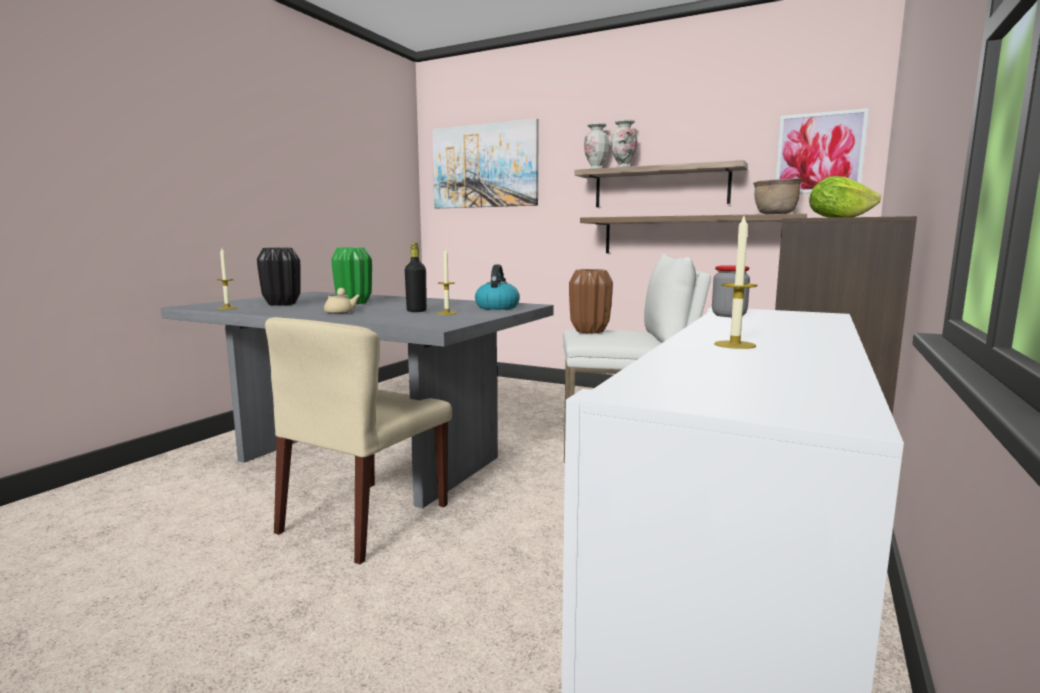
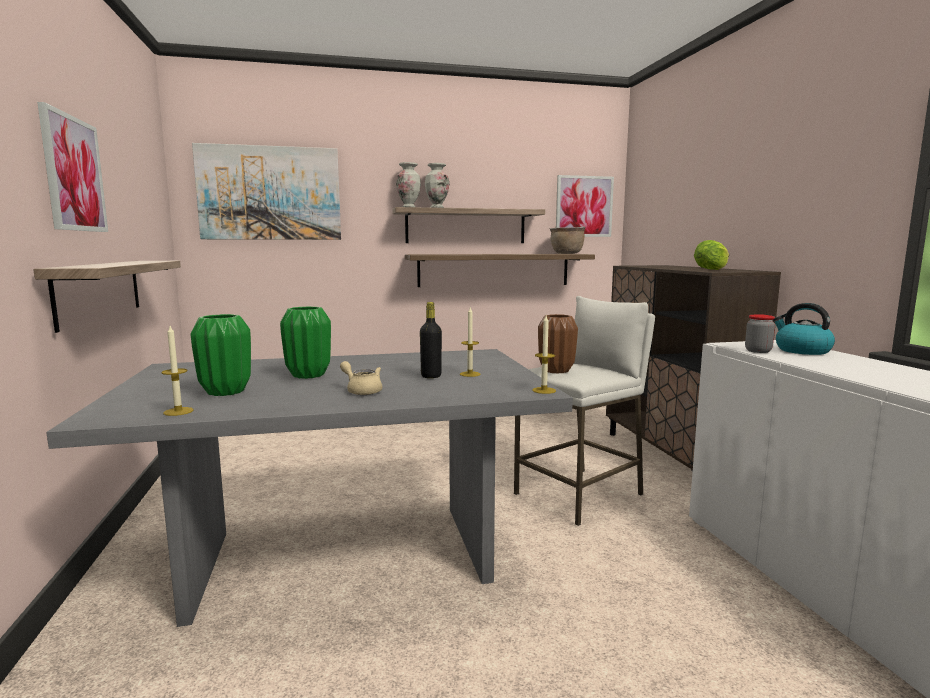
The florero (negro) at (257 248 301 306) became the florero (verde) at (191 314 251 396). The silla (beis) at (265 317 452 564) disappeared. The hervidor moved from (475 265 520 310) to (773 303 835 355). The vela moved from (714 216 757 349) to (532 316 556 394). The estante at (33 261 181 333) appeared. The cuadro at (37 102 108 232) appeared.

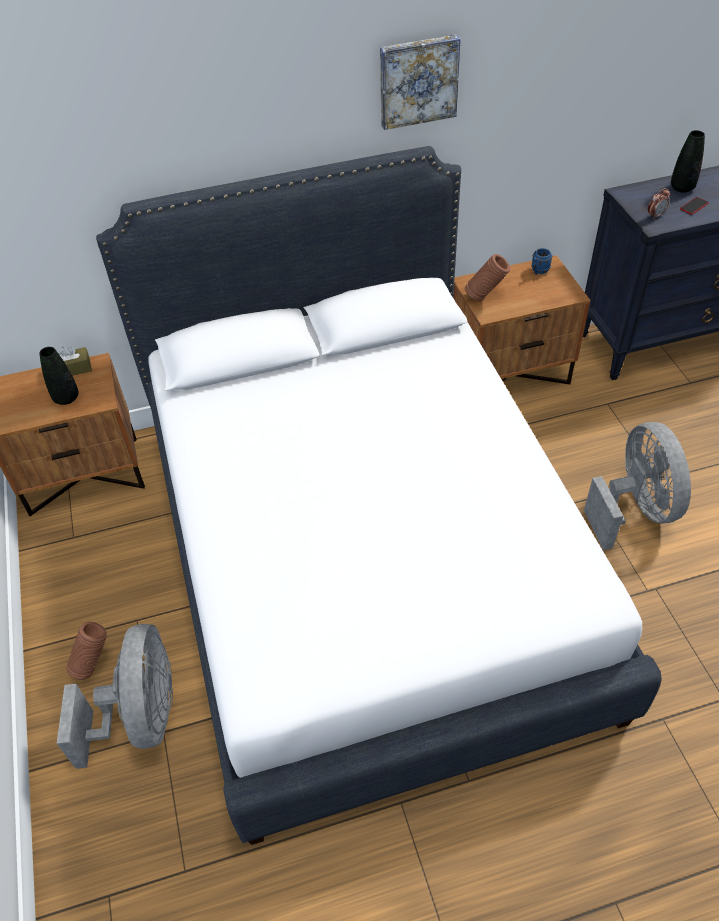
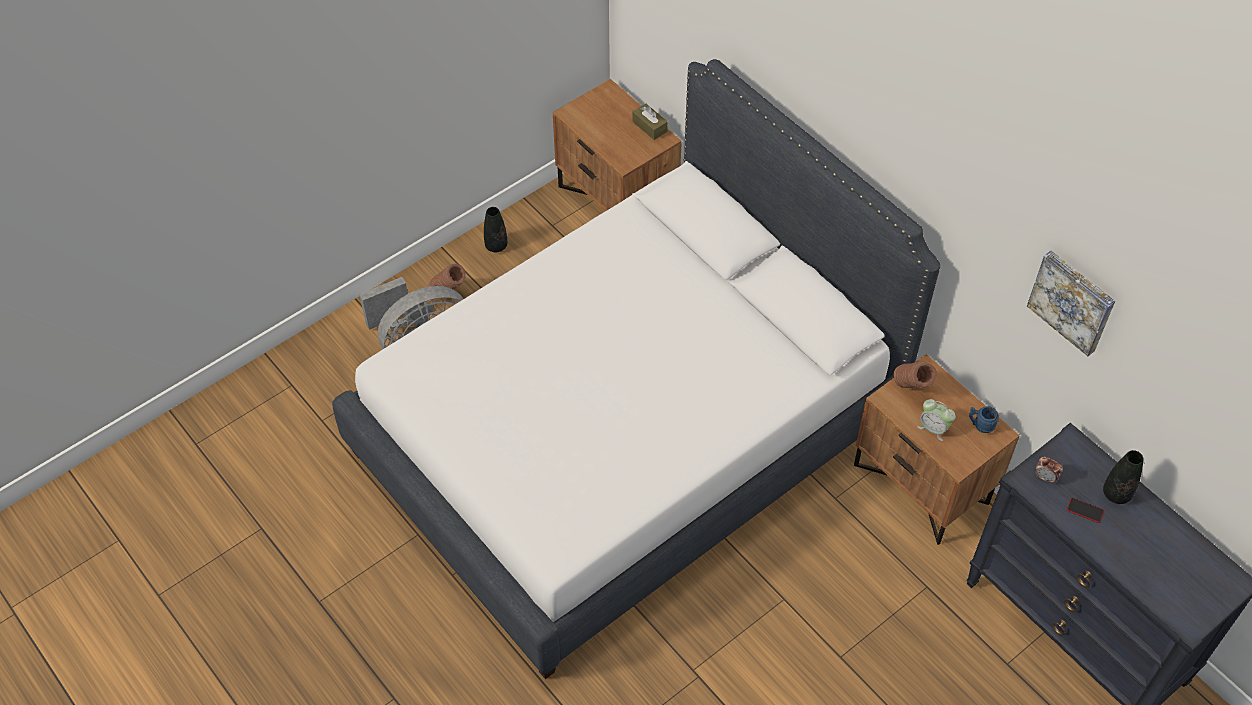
The florero (negro) moved from (39 347 79 405) to (484 207 507 252). The cuadro moved from (380 34 460 130) to (1027 251 1115 356). The ventilador (gris) at (584 422 691 550) disappeared. The despertador at (917 399 956 441) appeared.

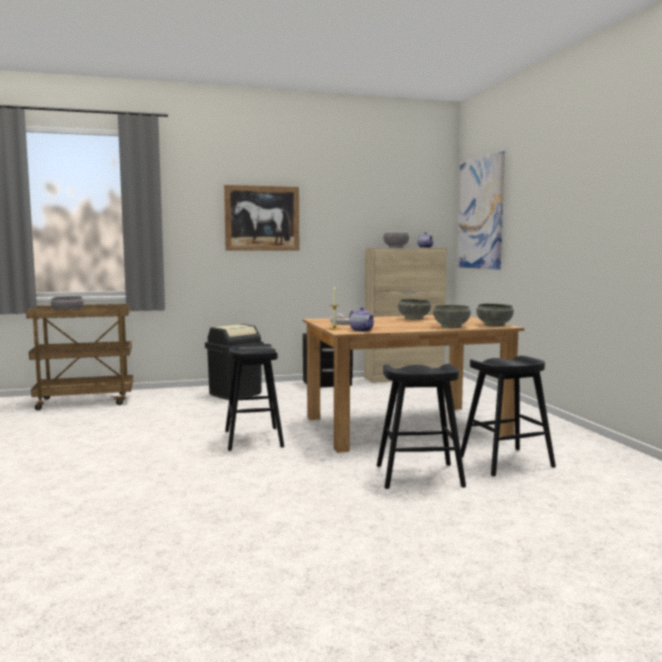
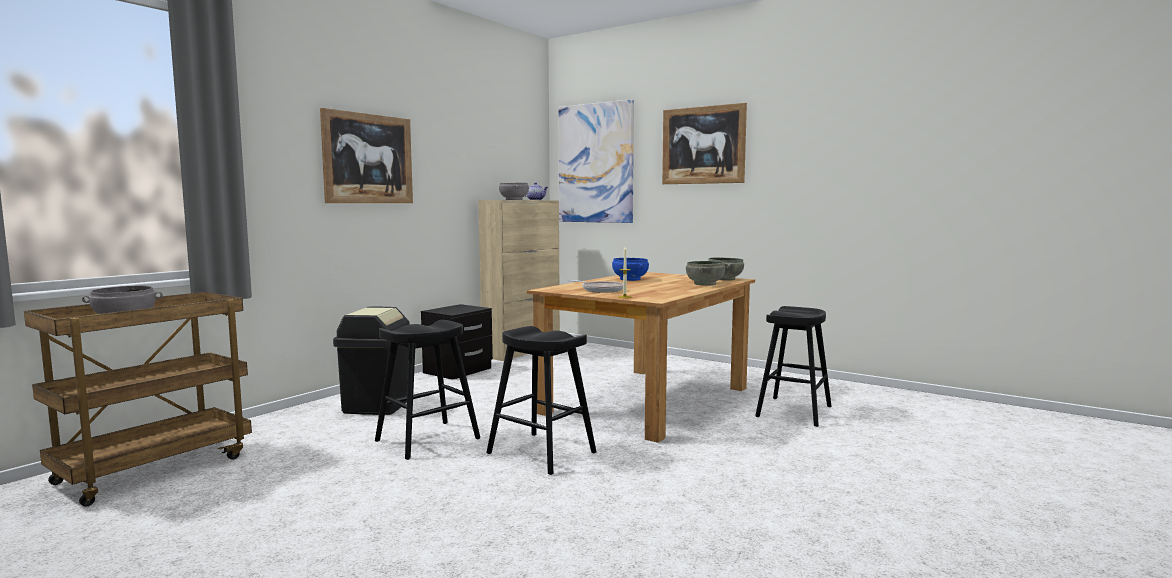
The tetera at (349 307 374 332) disappeared. The taburete (negro) moved from (377 364 466 489) to (375 320 480 460). The cuenco (gris) at (398 299 431 320) became the cuenco (azul) at (612 258 649 281). The cuadro at (662 103 747 184) appeared.

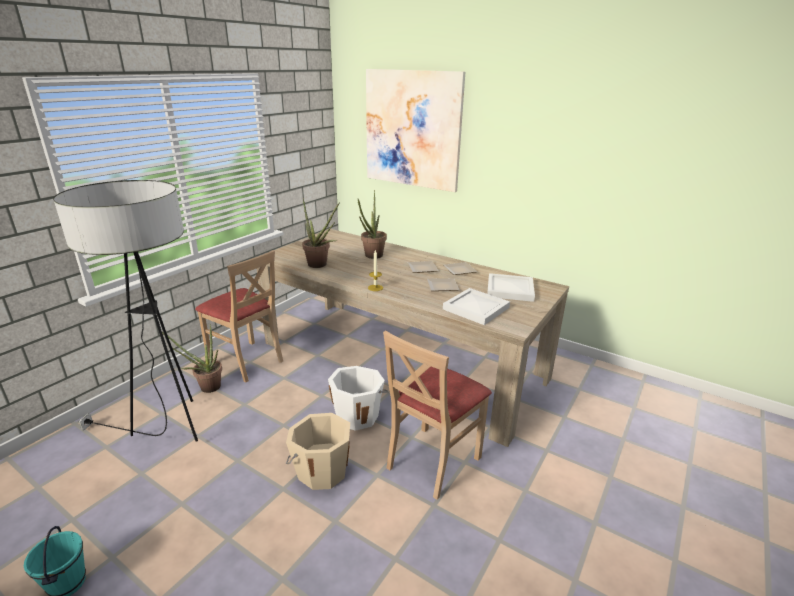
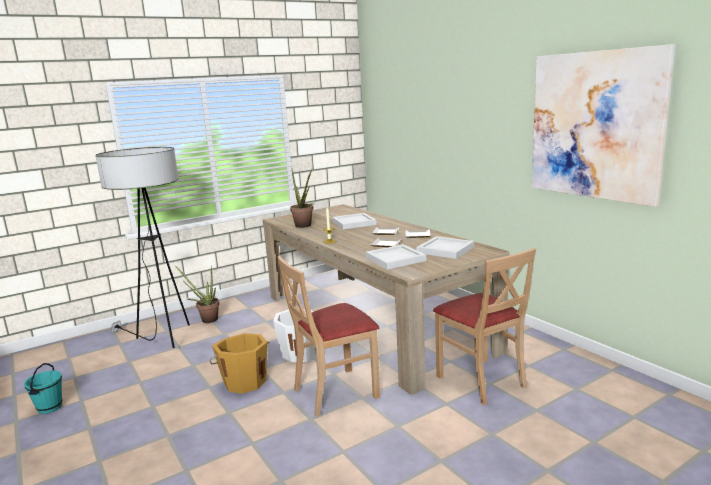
The silla (beis) moved from (195 250 283 383) to (433 248 536 405). The cubo (beis) at (286 413 350 490) became the cubo (naranja) at (209 333 269 394). The planta en maceta at (358 190 387 259) was replaced by the bandeja (blanco) at (332 213 377 229). The cuadro moved from (366 69 465 192) to (532 44 675 207).

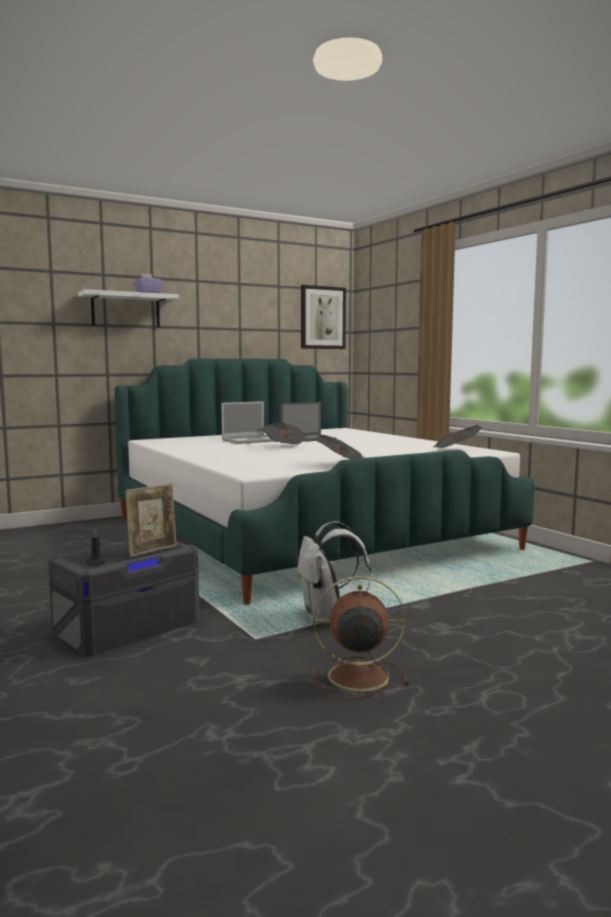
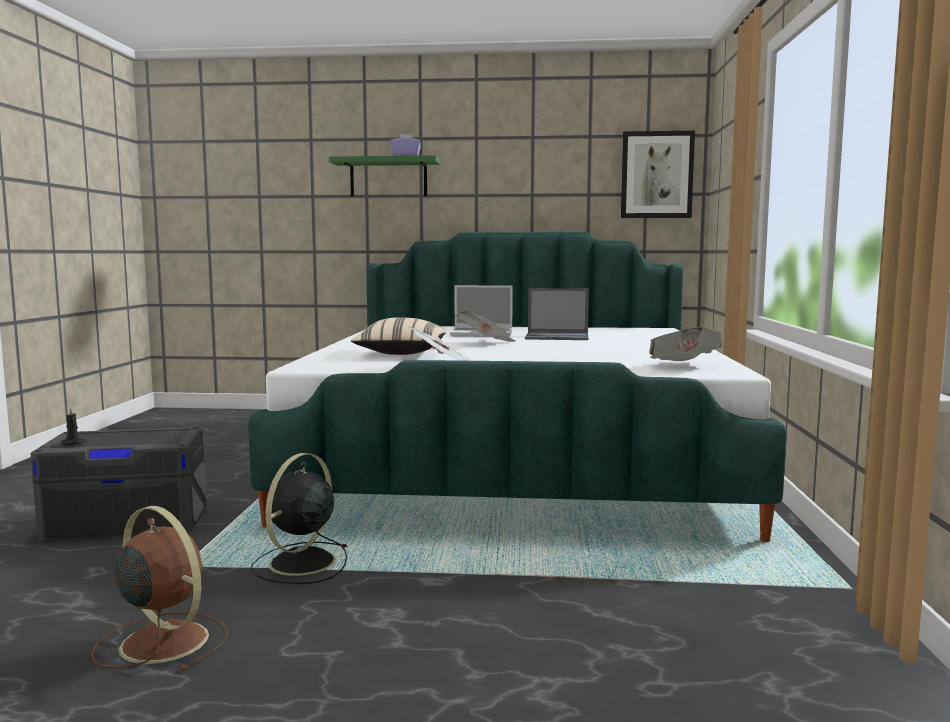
The estante (blanco) at (78 289 179 327) became the estante (verde) at (329 155 440 196). The portarretratos at (125 484 177 557) disappeared. The mochila (blanco) at (298 521 371 623) was replaced by the ventilador (negro) at (251 453 347 584). The cojín (beis) at (351 317 446 355) appeared.

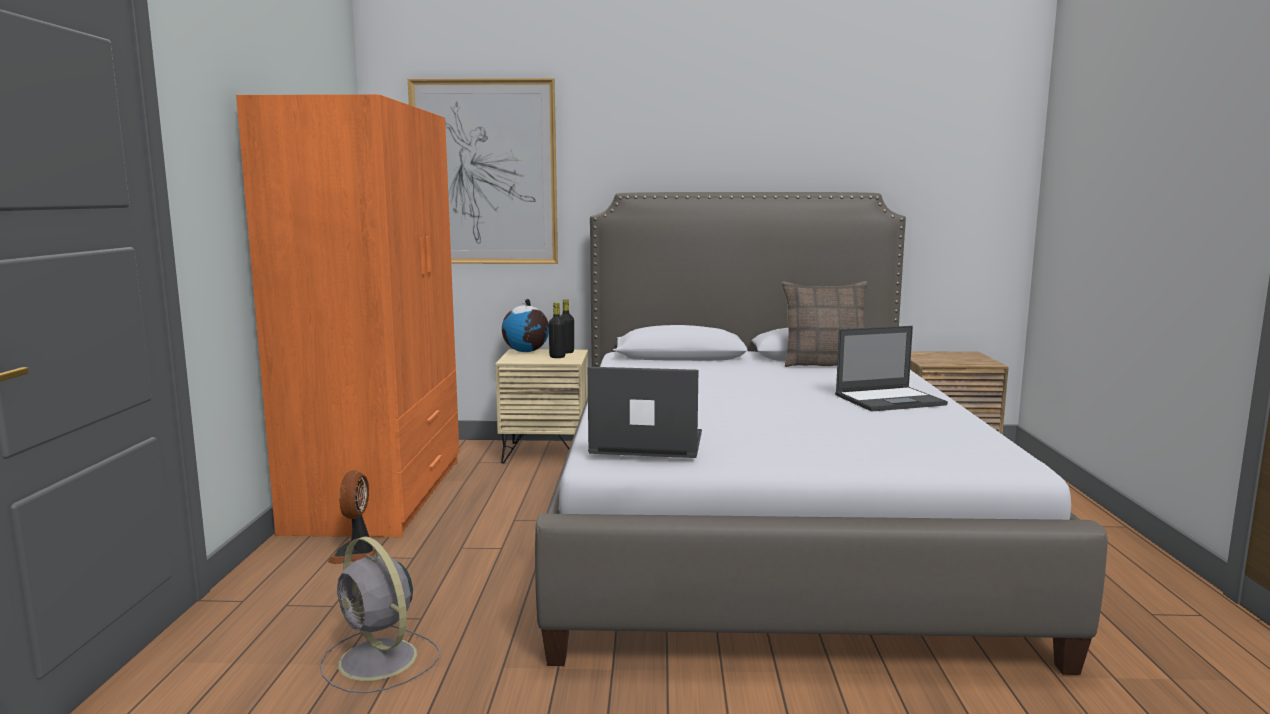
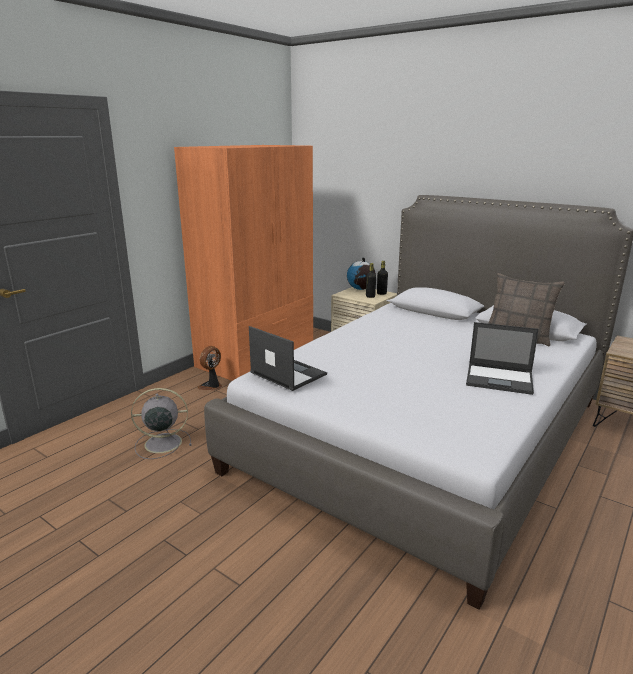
The ventilador (gris) at (320 536 440 693) turned 90 degrees clockwise. The cuadro at (408 78 558 264) disappeared.

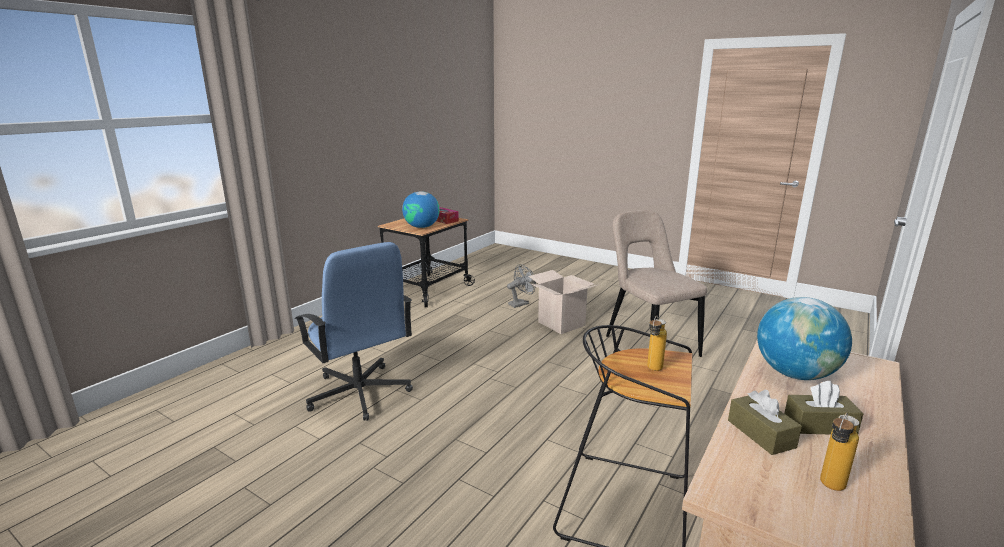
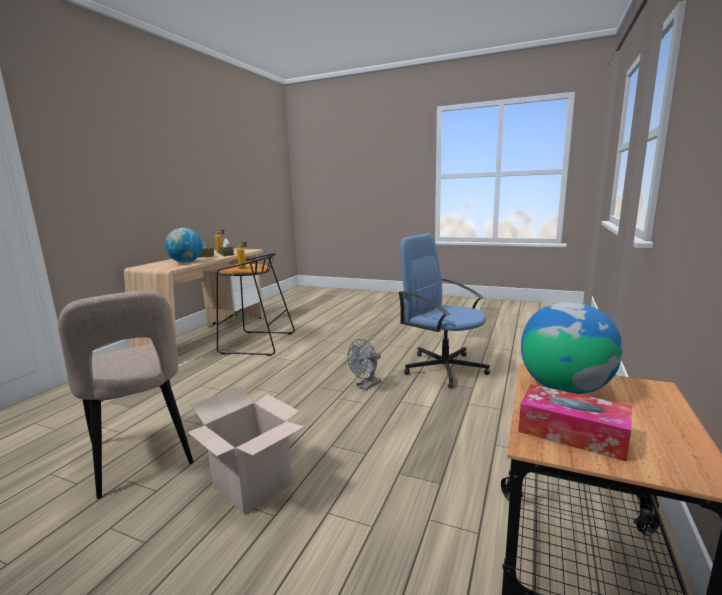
The ventilador (gris) moved from (507 264 536 308) to (347 339 381 390).

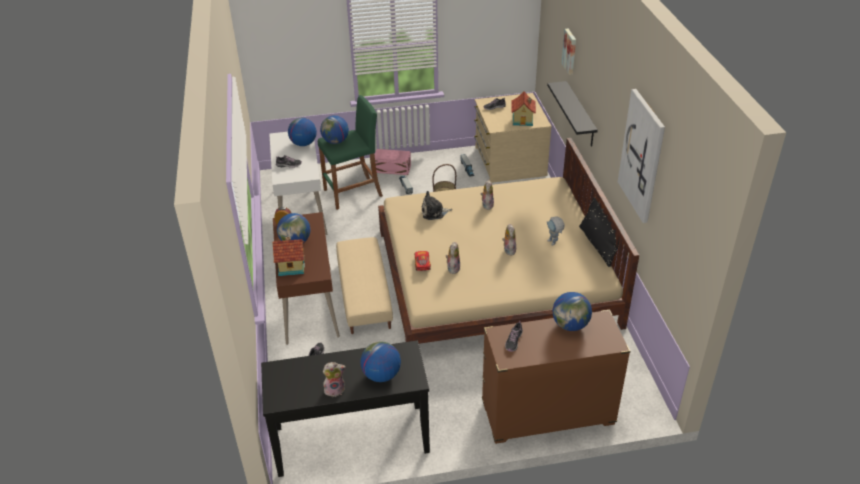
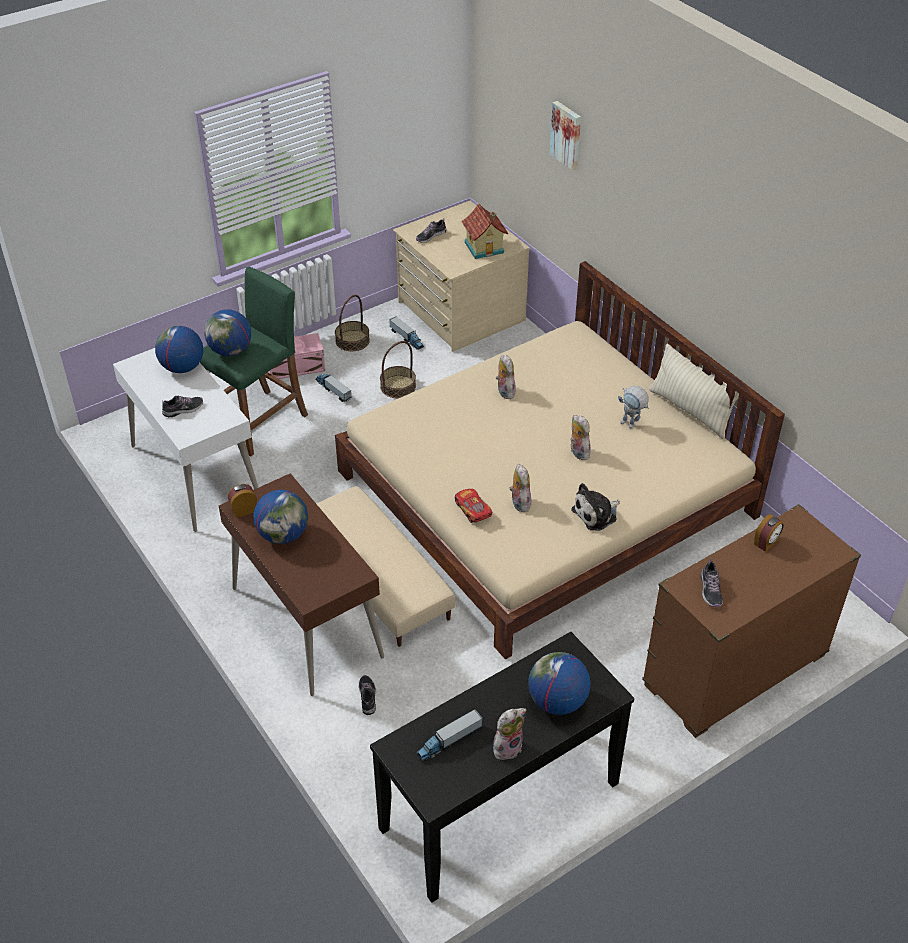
The casita at (272 236 305 276) disappeared. The peluche moved from (422 191 452 220) to (571 483 620 531). The estante (negro) at (547 81 598 147) disappeared. The globo terráqueo at (552 292 592 331) was replaced by the despertador at (754 514 784 552). The cojín (negro) at (579 197 620 267) became the cojín (beis) at (649 344 739 439). The cuadro at (618 89 665 223) disappeared. The cesta at (335 295 370 351) appeared. The camión de juguete at (416 709 483 762) appeared.

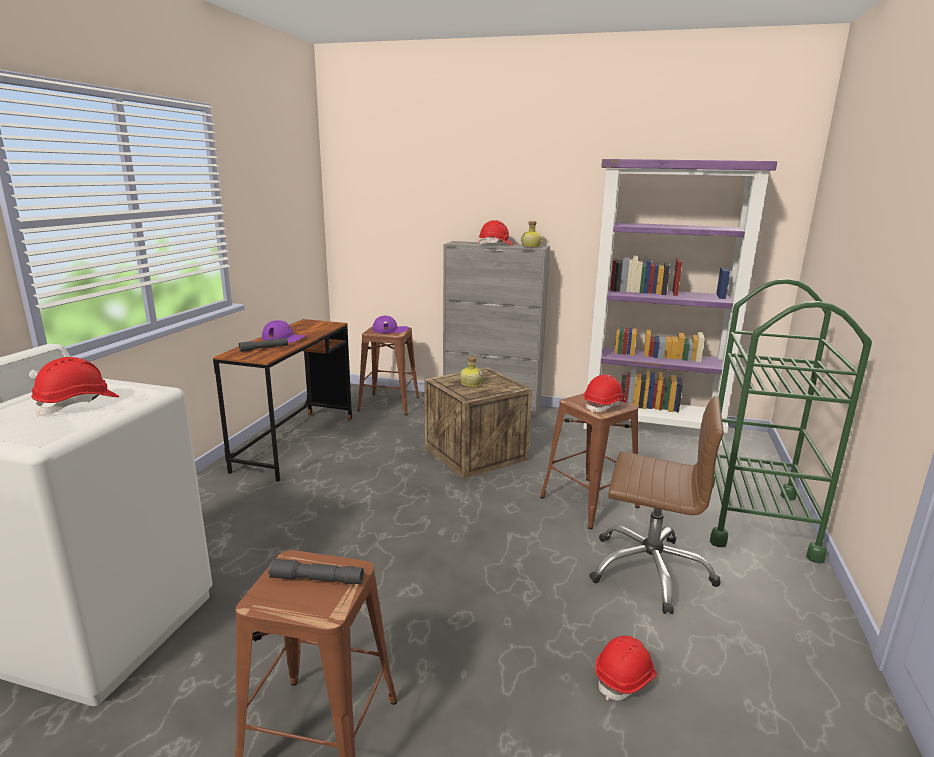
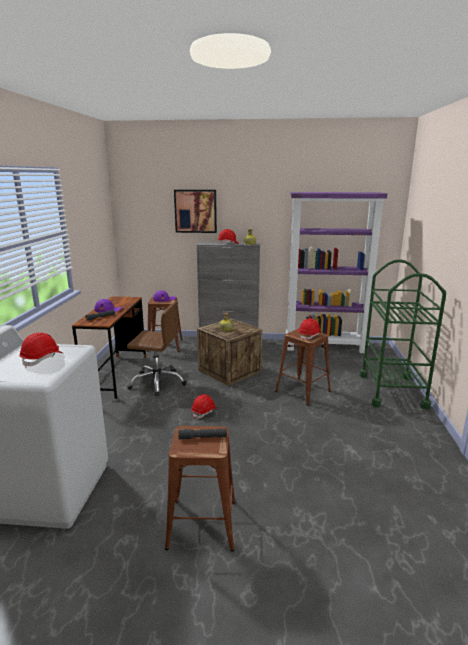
The silla de oficina (marrón) moved from (589 396 724 614) to (127 301 187 397). The casco (rojo) moved from (595 636 657 700) to (191 394 217 418). The cuadro at (174 190 217 233) appeared.

